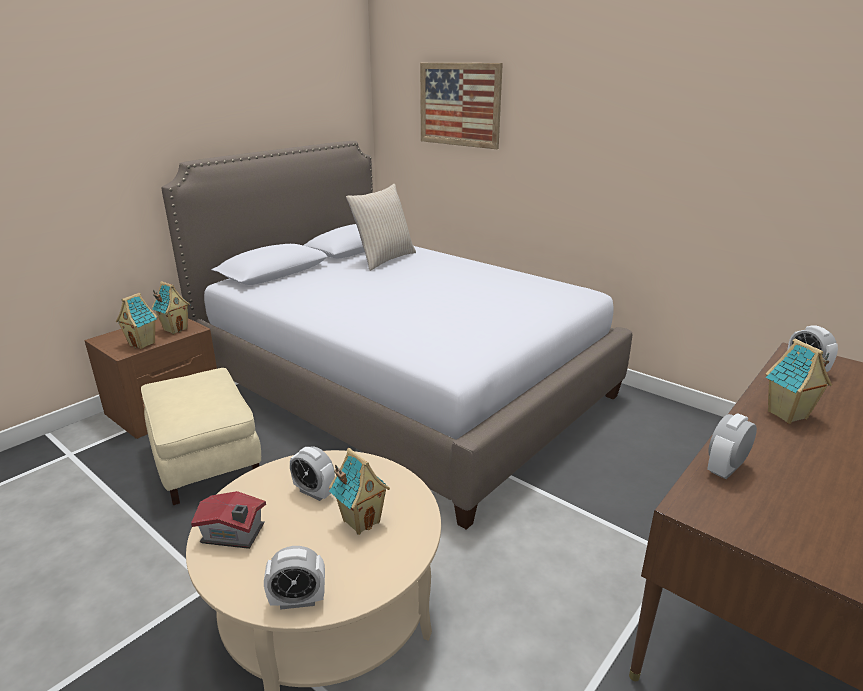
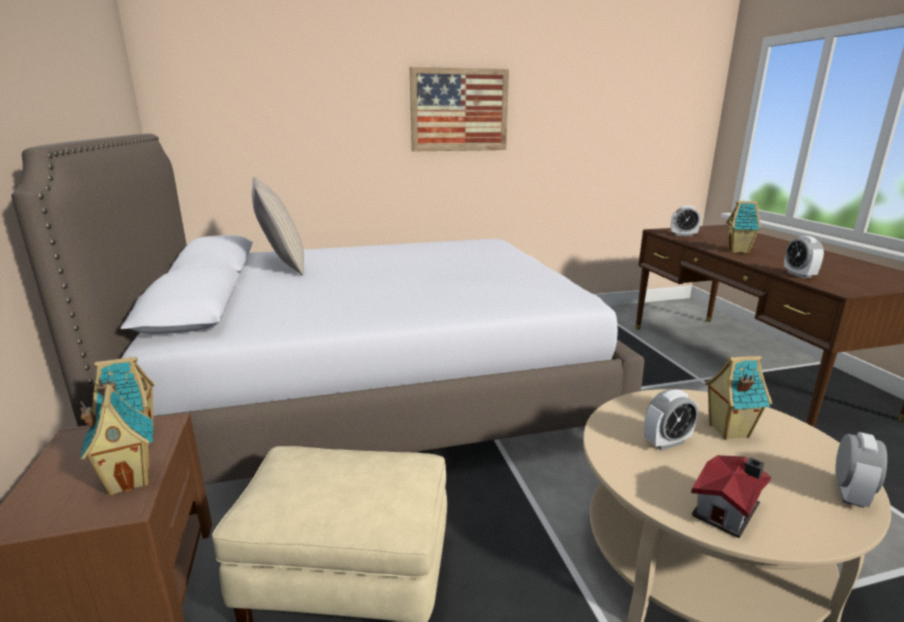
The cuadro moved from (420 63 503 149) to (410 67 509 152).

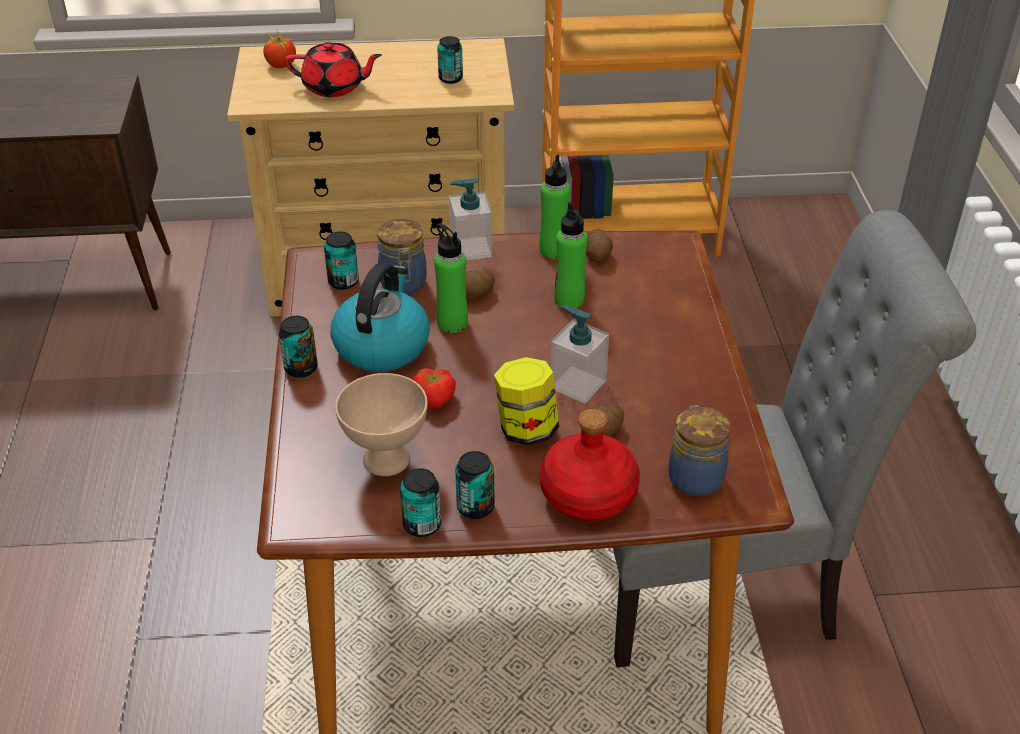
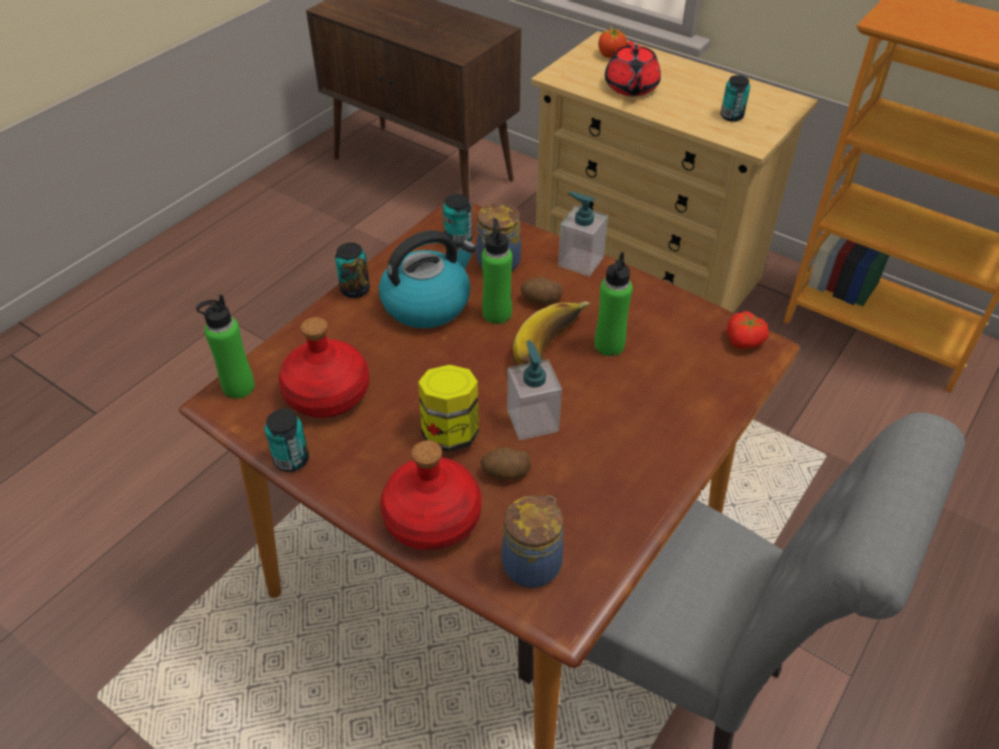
The tetera (rojo) at (285 42 382 97) turned 45 degrees clockwise. The cuenco (beis) at (335 373 428 476) was replaced by the botella (rojo) at (279 317 369 418). The tomate moved from (412 368 456 409) to (727 311 769 349). The lata at (455 451 495 519) disappeared. The botella (verde) moved from (539 154 570 259) to (196 294 255 399). The patata at (586 229 613 262) disappeared. The plátano at (513 301 591 366) appeared.

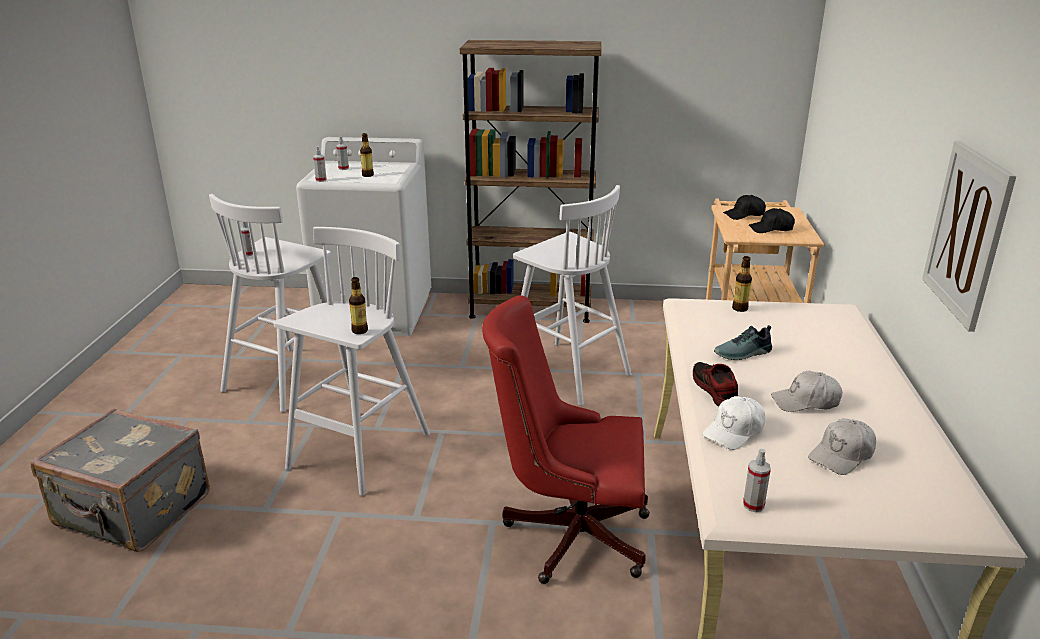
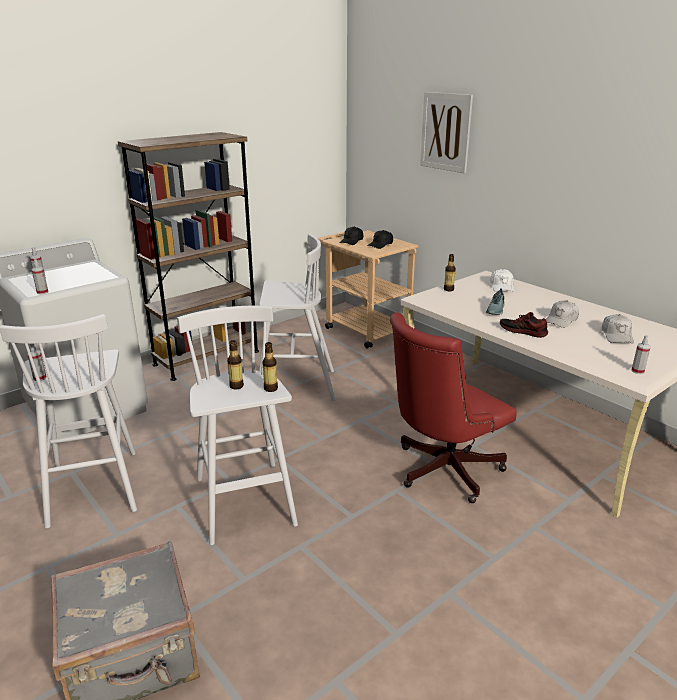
The botella moved from (360 133 374 177) to (227 340 244 390). The gorra (blanco) moved from (702 396 765 450) to (490 269 515 292). The cuadro moved from (922 141 1016 332) to (420 92 473 173).

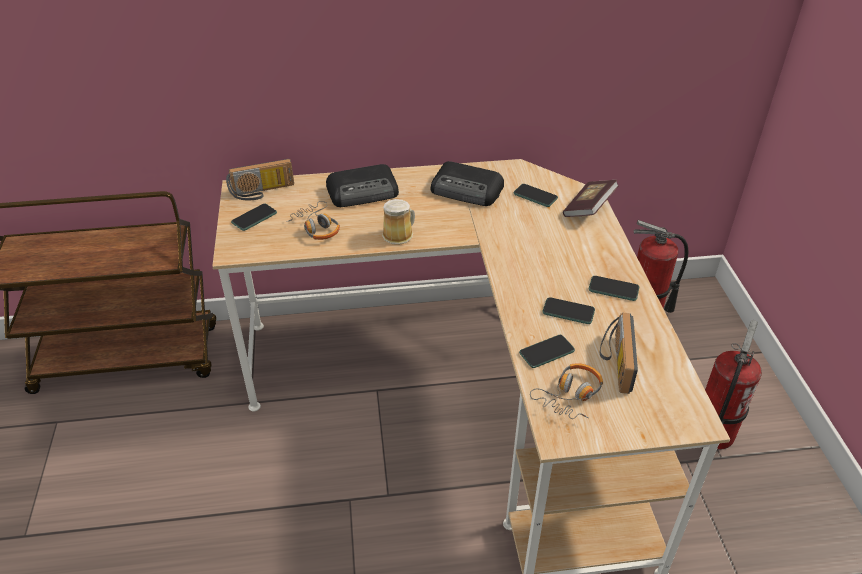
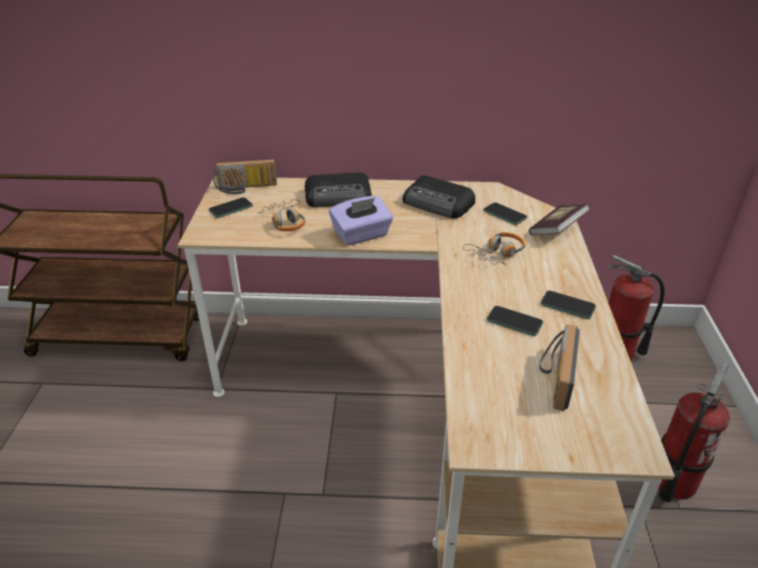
The taza grande at (382 199 415 245) was replaced by the caja de pañuelos (morado) at (329 196 393 246). The móvil at (519 335 575 368) disappeared. The auriculares moved from (530 363 603 419) to (463 232 525 265).

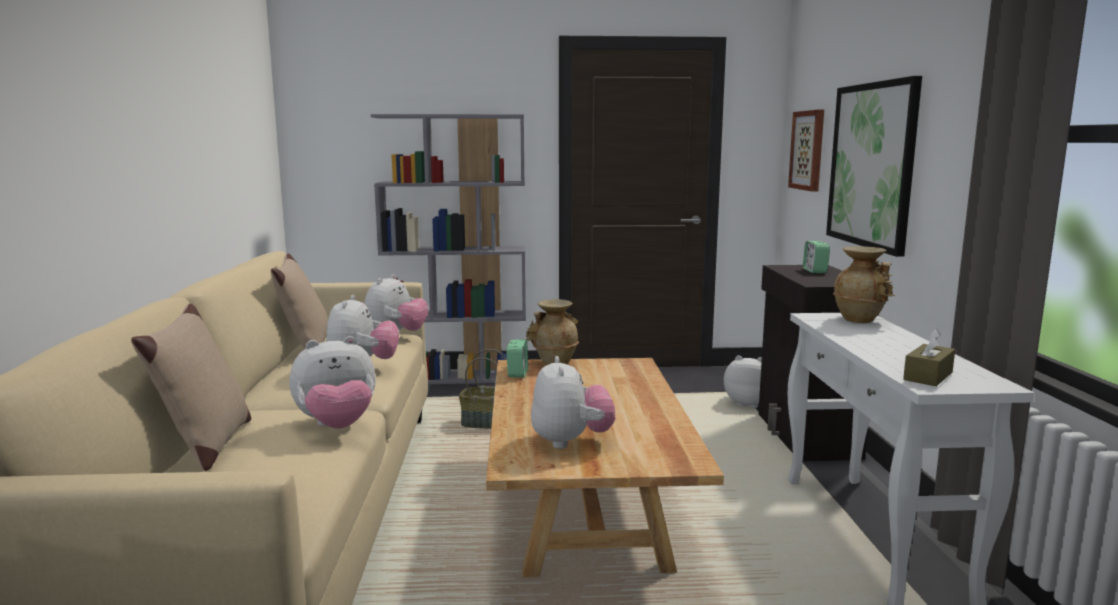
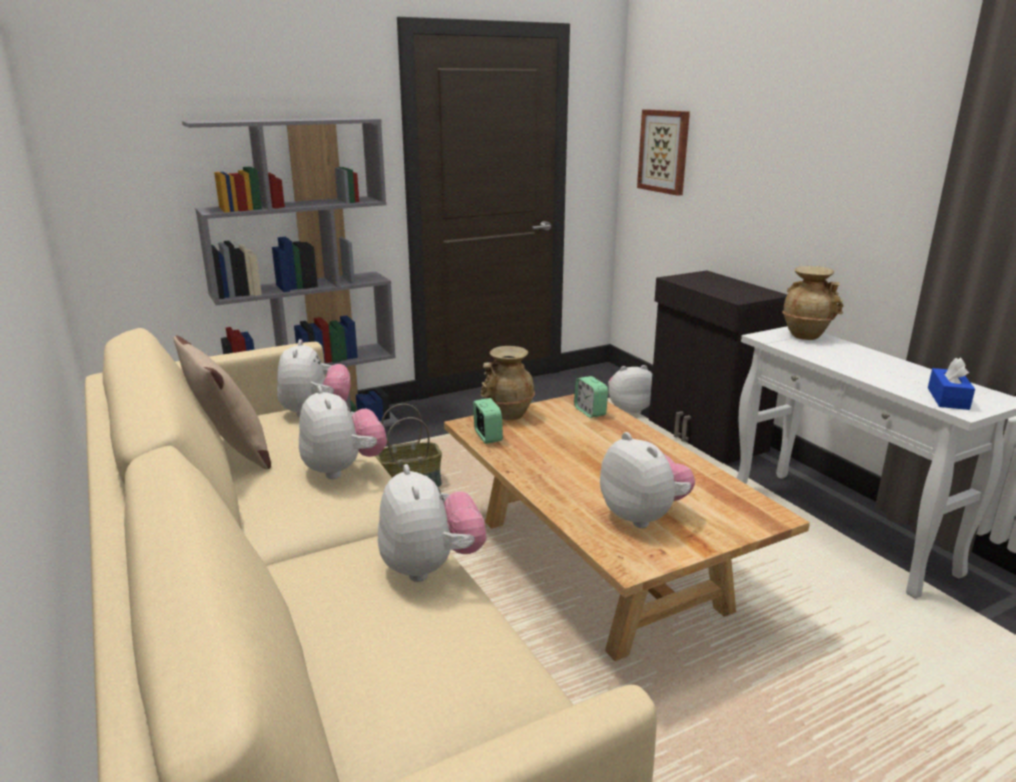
The cojín (beis) at (131 304 251 471) disappeared. The peluche at (289 336 376 428) turned 60 degrees counterclockwise. The despertador moved from (803 241 830 273) to (574 376 608 418). The cuadro at (826 76 922 257) disappeared. The caja de pañuelos (marrón) at (903 329 955 386) became the caja de pañuelos (azul) at (928 358 975 410).

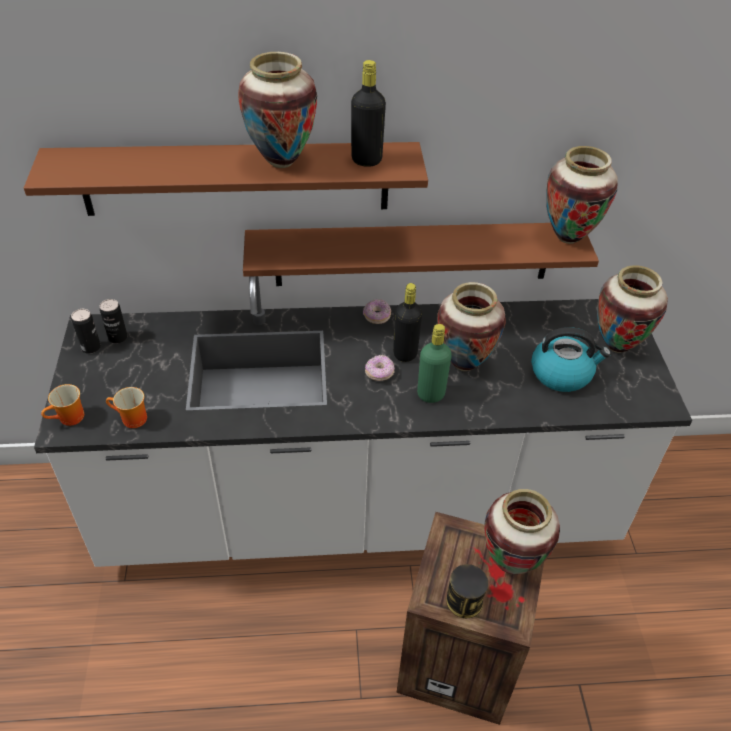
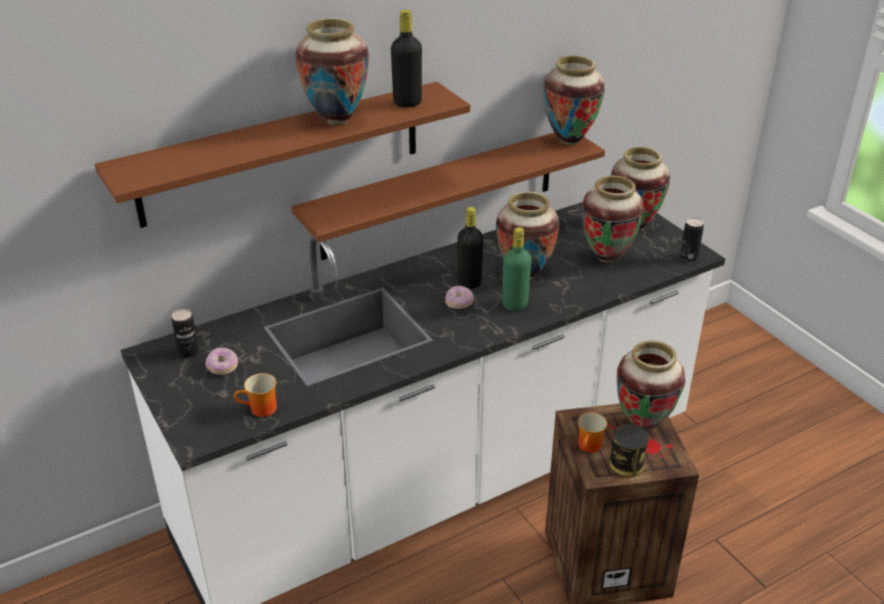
The taza grande moved from (41 384 84 426) to (578 412 607 453). The lata moved from (71 309 101 354) to (680 218 704 262). The rosquilla moved from (363 299 391 324) to (206 347 238 375). The hervidor at (531 327 611 392) was replaced by the florero at (582 175 644 263).

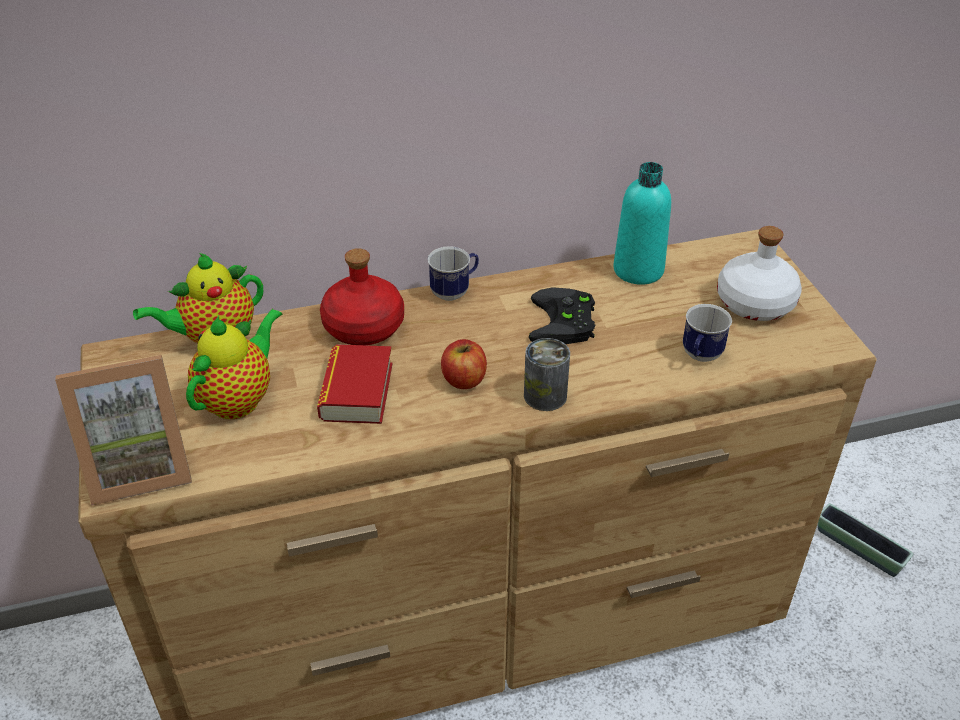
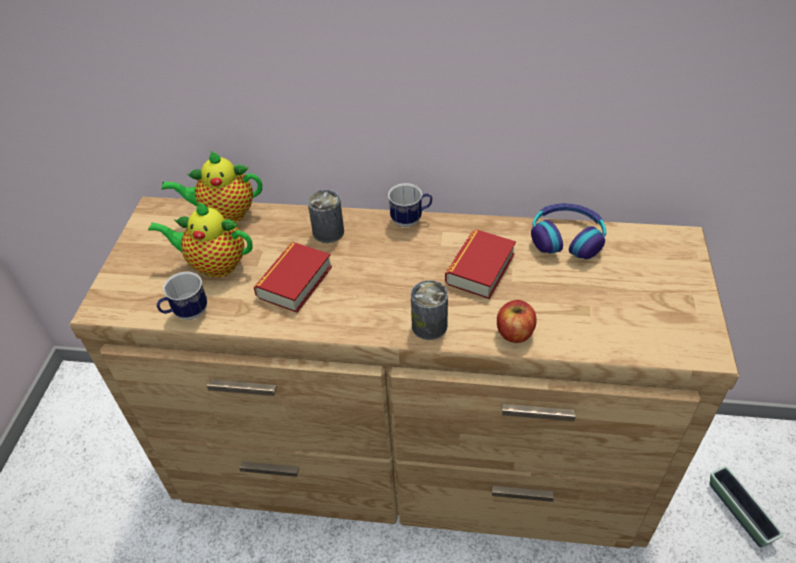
The portarretratos at (55 355 192 505) disappeared. The tetera at (186 308 282 419) turned 135 degrees counterclockwise. The botella (rojo) at (320 248 404 345) was replaced by the lata at (308 190 344 243). The manzana moved from (441 339 487 389) to (497 300 536 343). The mando de consola (negro) at (529 288 595 344) was replaced by the libro at (445 229 516 299). The botella (turquesa) at (613 162 671 285) was replaced by the auriculares at (531 203 606 259). The taza grande moved from (683 304 732 362) to (157 271 207 320). The botella (blanco) at (717 226 802 321) disappeared.

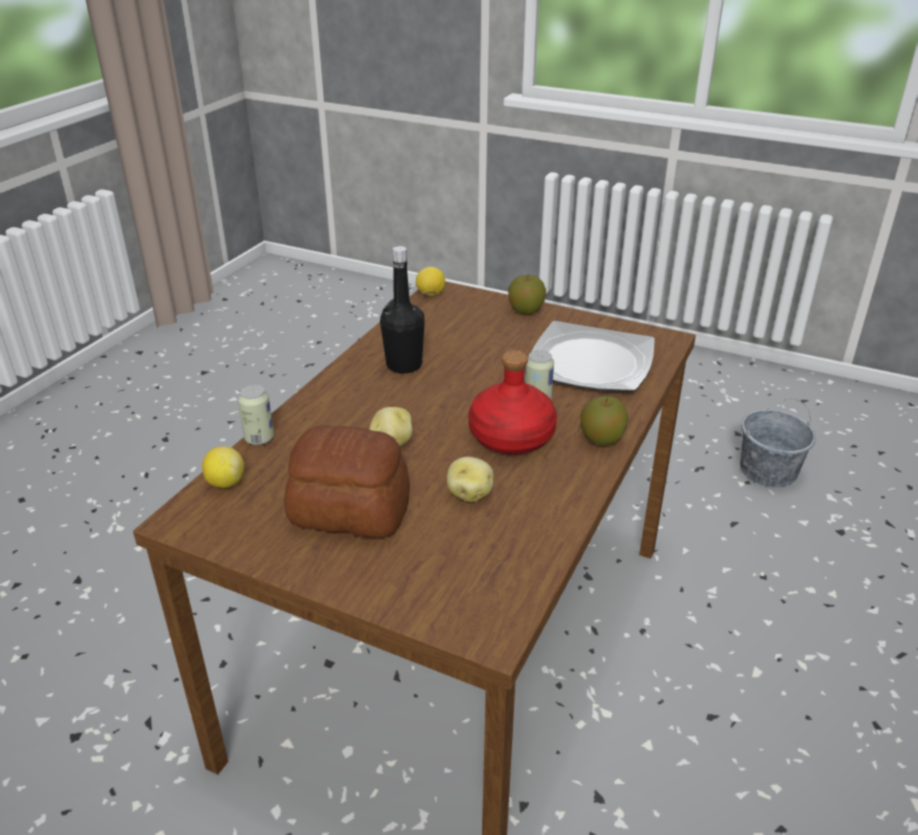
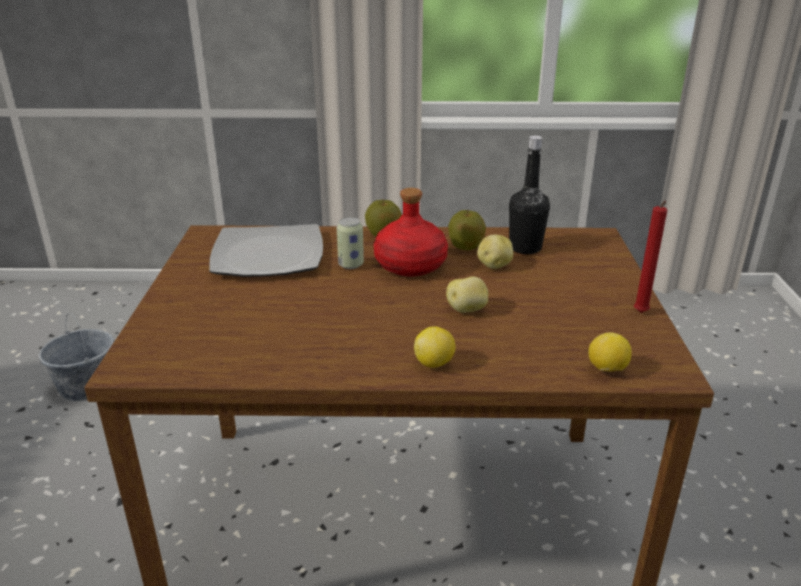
The lata at (238 384 274 445) disappeared. The pan at (284 425 410 538) disappeared. The botella (negro) moved from (380 246 425 374) to (509 135 550 254). The limón moved from (416 267 445 296) to (414 326 456 368). The manzana moved from (508 275 546 315) to (448 210 486 250). The vela (rojo) at (634 201 667 313) appeared.

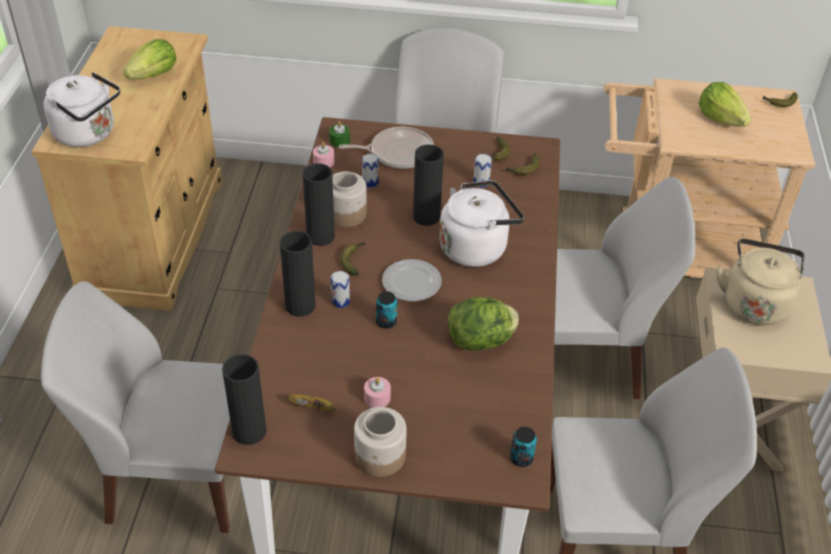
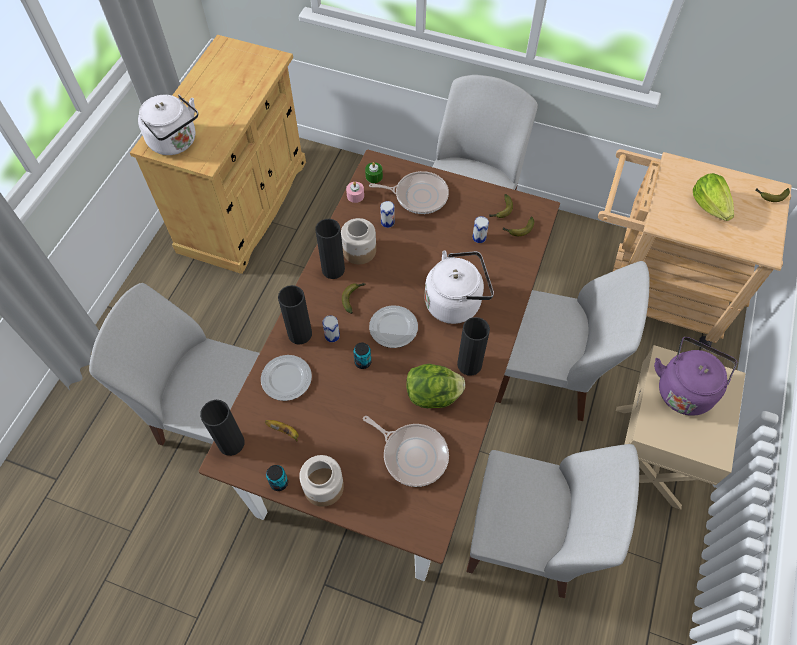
The lechuga at (123 39 176 79) disappeared. The vela (rosa) at (364 377 391 408) disappeared. The florero (negro) moved from (413 144 444 226) to (457 317 490 376). The lata moved from (510 427 537 467) to (266 465 288 491). The hervidor (beis) at (716 238 805 325) became the hervidor (morado) at (654 337 738 416). The plato at (261 355 312 401) appeared. The sartén at (363 416 449 487) appeared.

